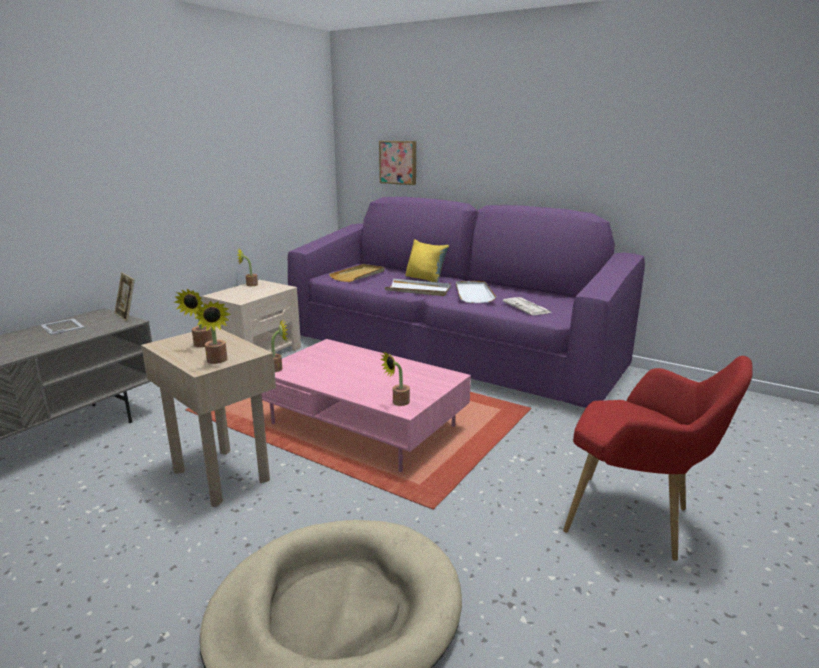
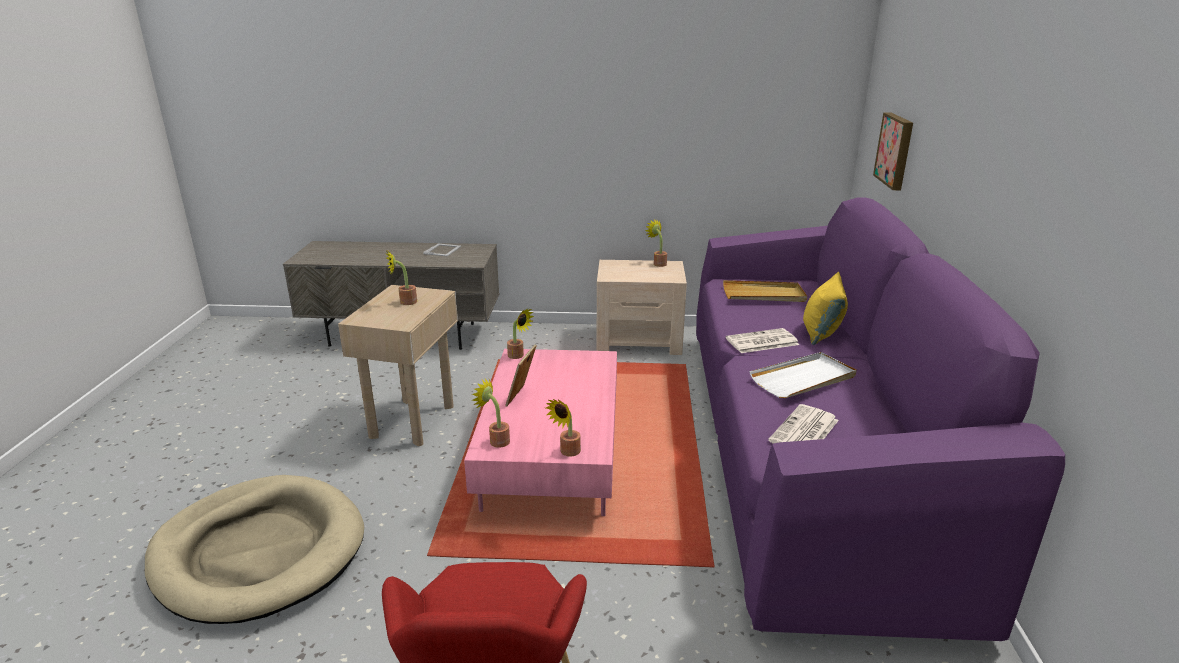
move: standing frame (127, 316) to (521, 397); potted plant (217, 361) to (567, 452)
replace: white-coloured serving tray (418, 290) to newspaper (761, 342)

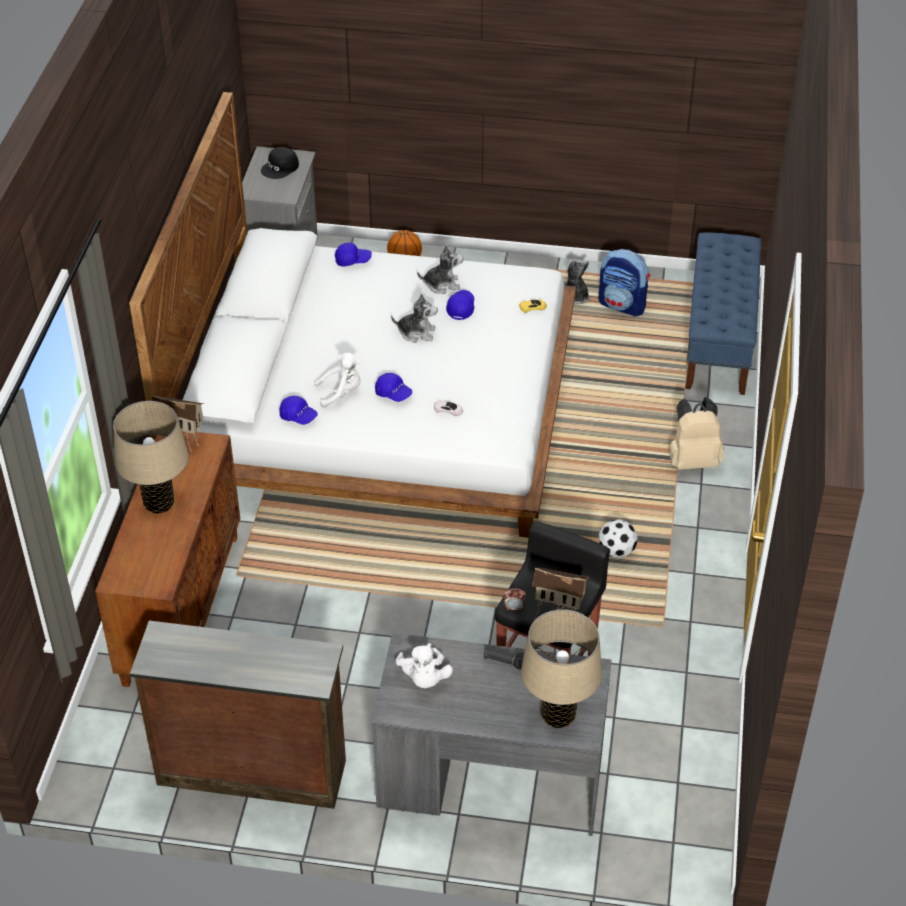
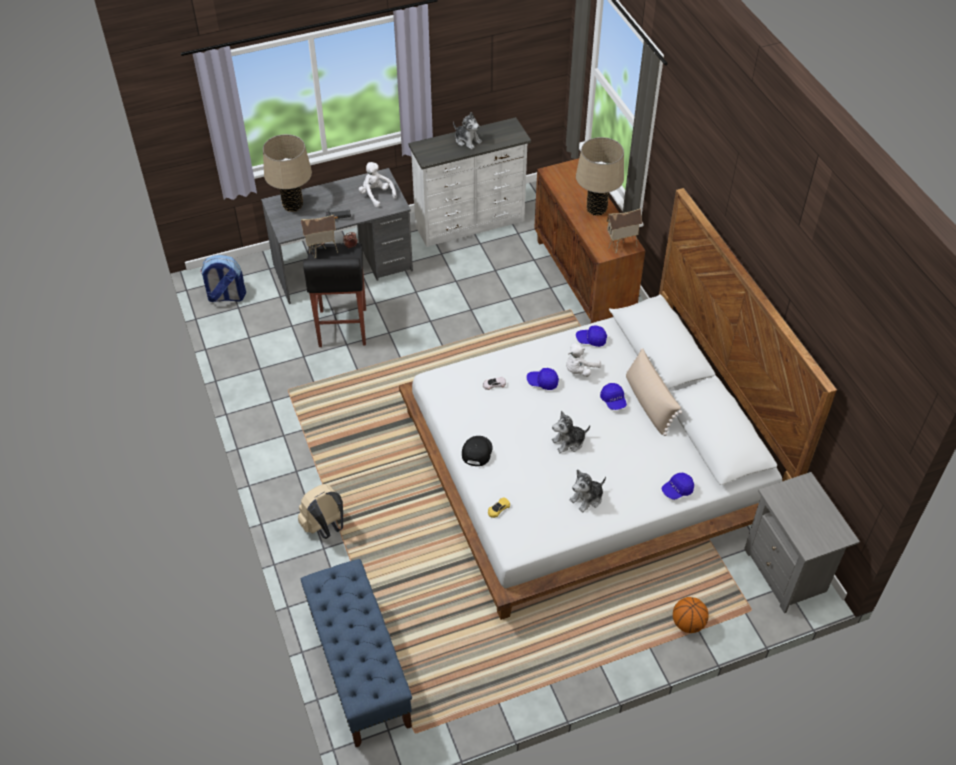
delete: football (616, 551)
insert: sand-coloured pillow (649, 403)
move: black cap (280, 168) to (476, 451); bluish cap (461, 308) to (613, 401); cuddly toy (575, 297) to (467, 140); rucksack (622, 305) to (226, 297)
recolor: brown-coloured chest of drawers (251, 770) to white-coloured chest of drawers (471, 224)

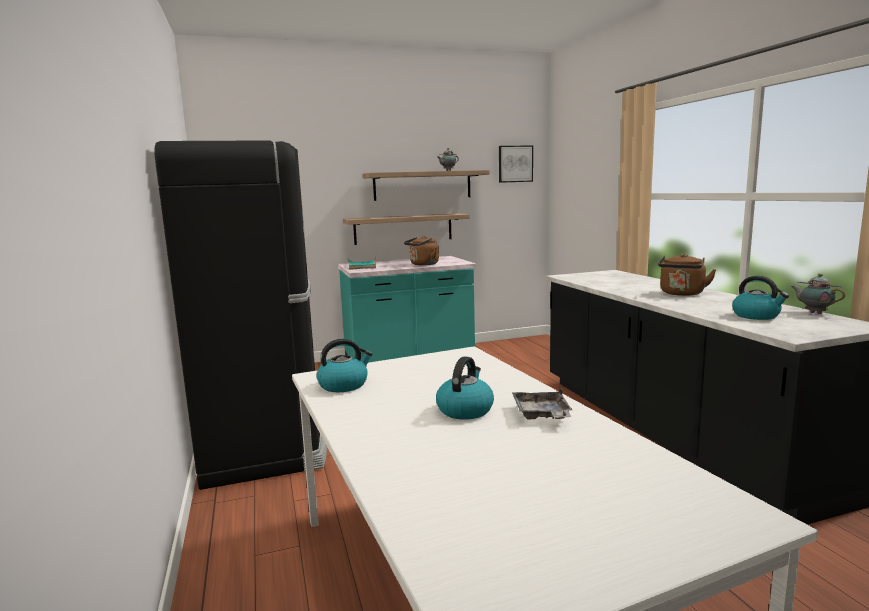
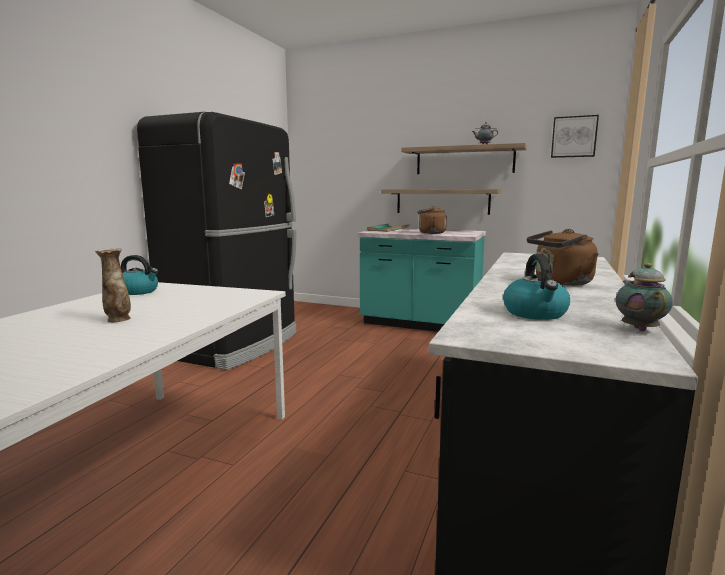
delete: gray serving tray (542, 415)
replace: kettle (465, 410) to flower vase (118, 319)

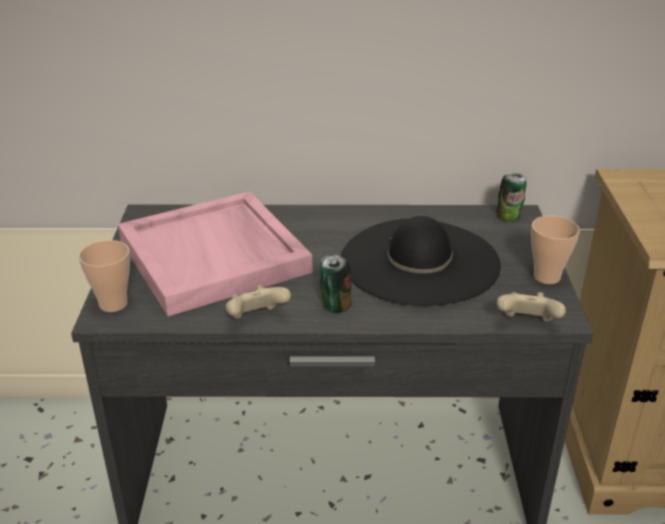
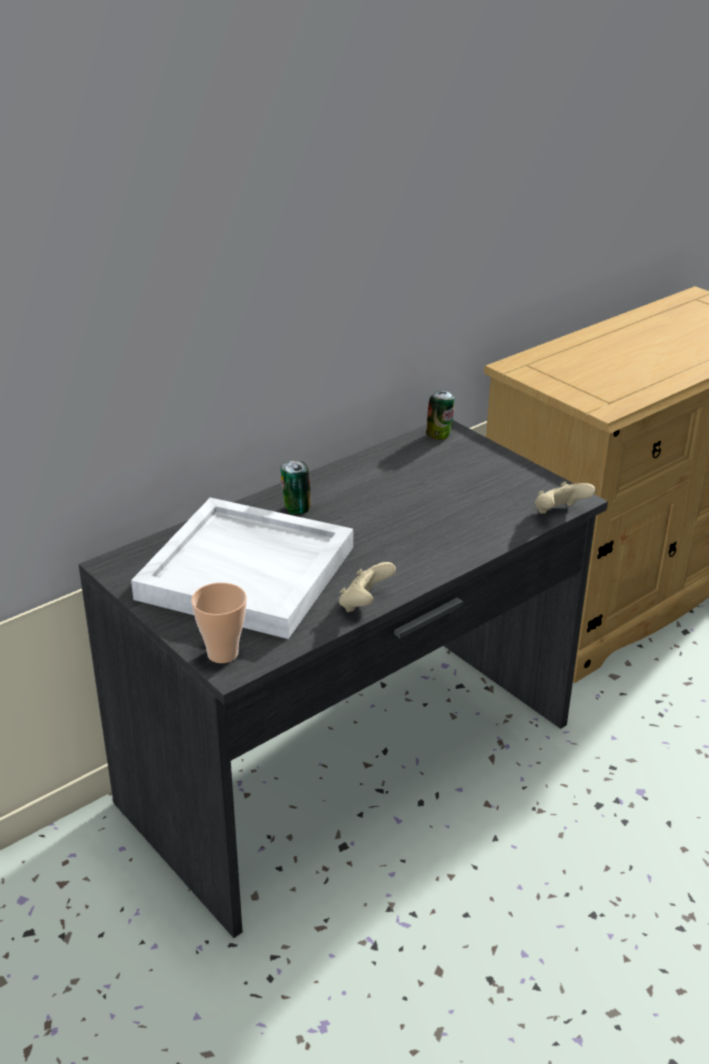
delete: black wearable hat (420, 261); small cup (546, 277)
move: sealed can (334, 305) to (296, 509)
recolor: pink serving tray (215, 256) to white-coloured serving tray (249, 572)

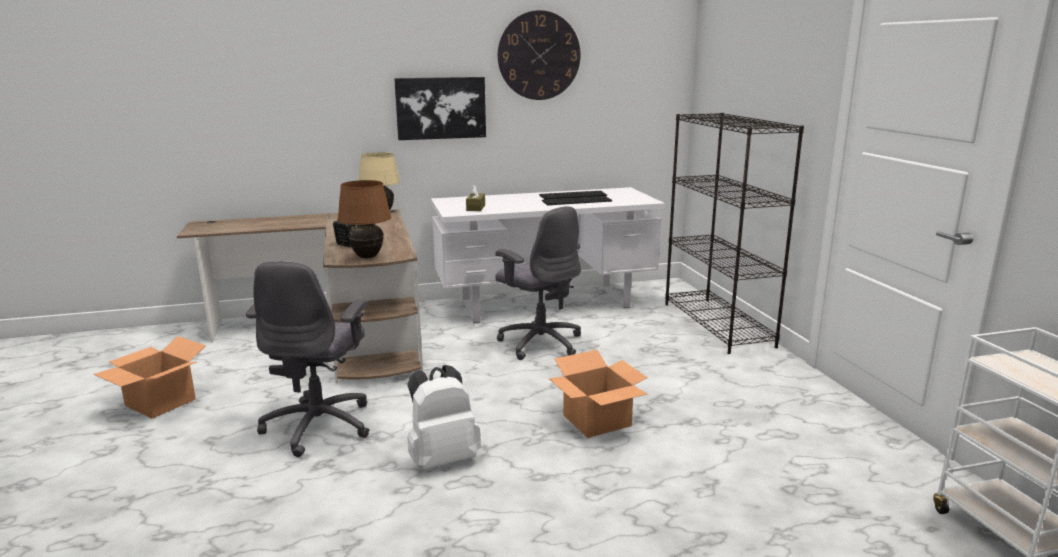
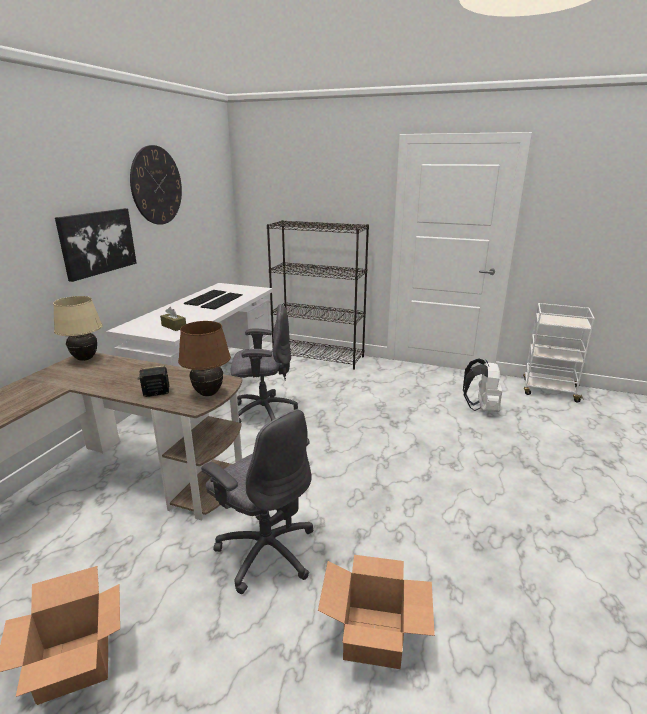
move: white-coloured rucksack (442, 459) to (481, 408); packing box (597, 420) to (372, 635)

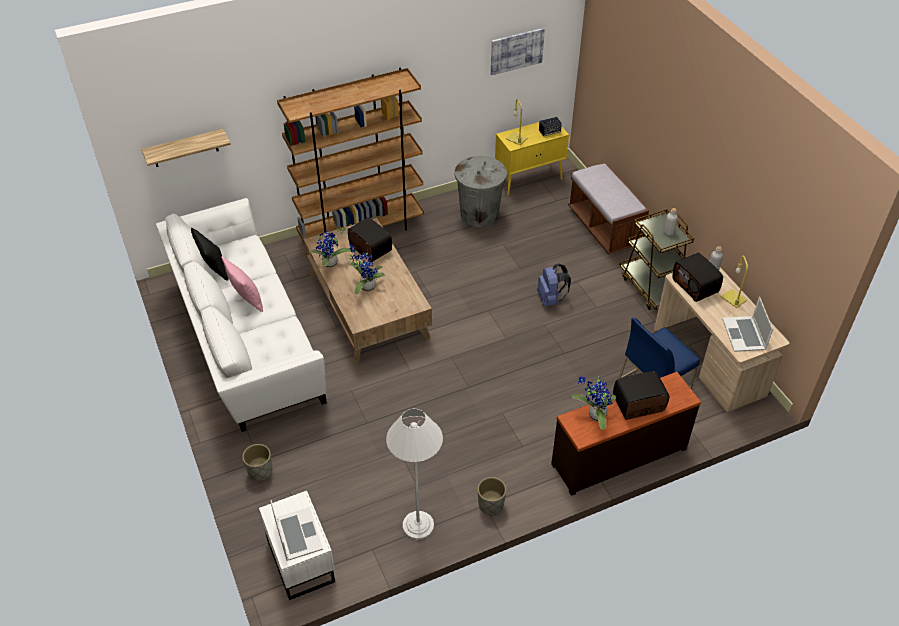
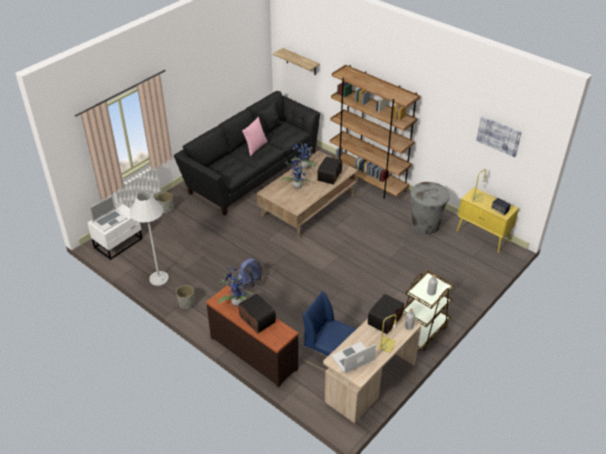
delete: brown-coloured bench (604, 227)
move: bluish rucksack (550, 299) to (251, 283)
recolor: white-coloured settee (245, 339) to black settee (251, 171)

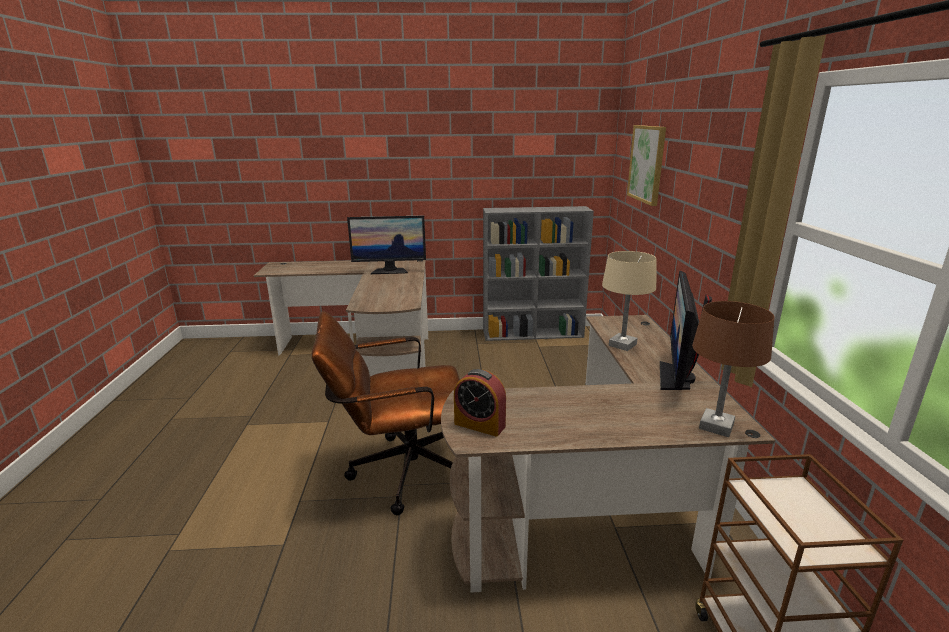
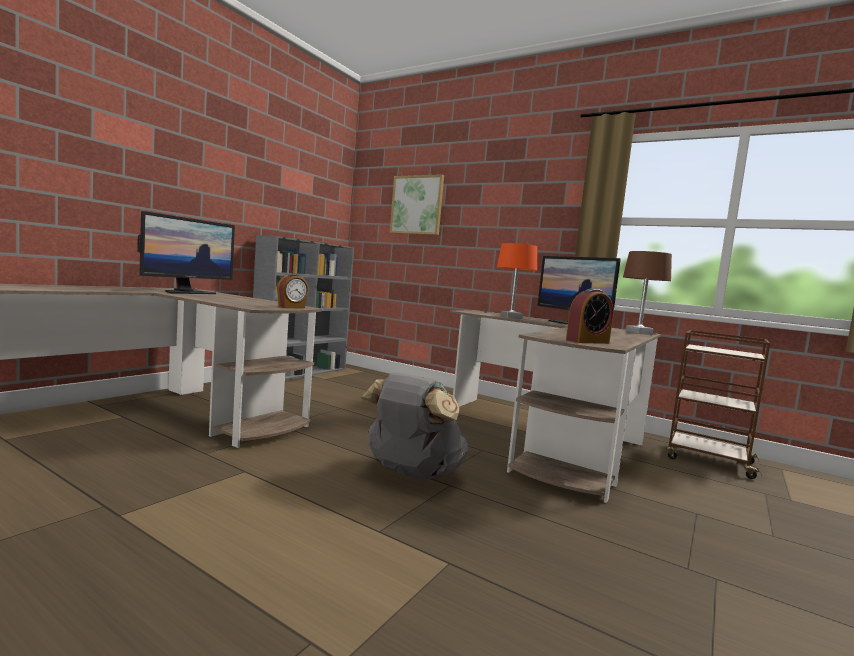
insert: alarm clock (292, 307)
replace: brown-coloured desk chair (400, 472) to gray rucksack (411, 473)
recolor: sand-coloured tabletop lamp (622, 345) to orangey tabletop lamp (511, 317)

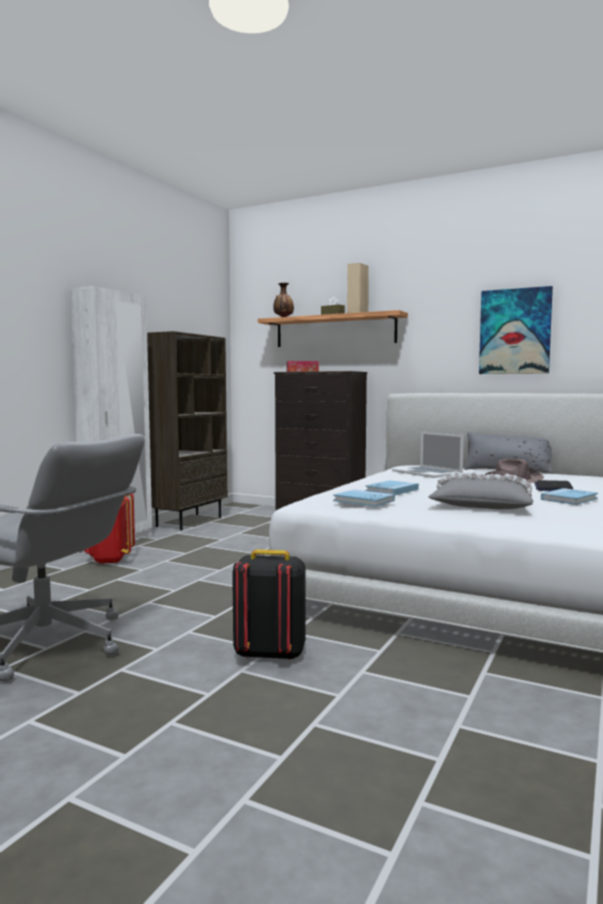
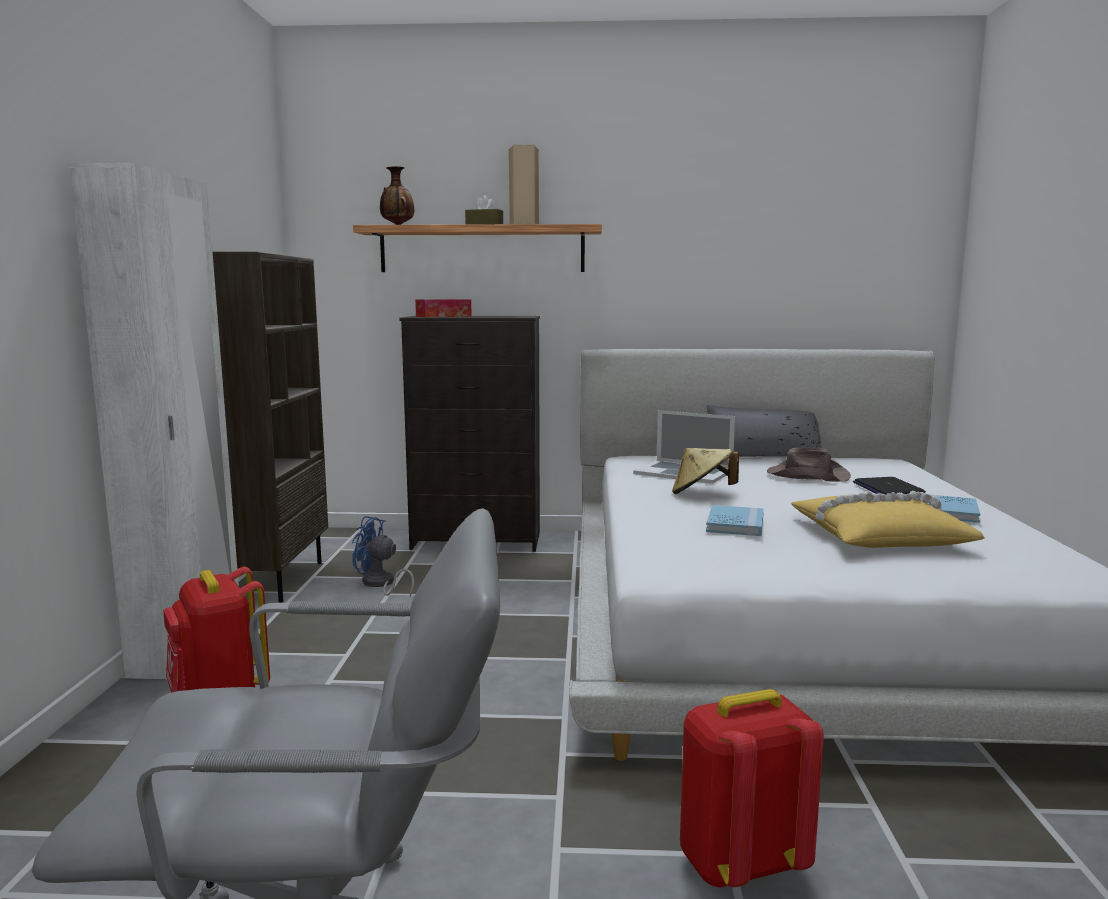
delete: bluish bound book (364, 501); wall picture (515, 331)
insert: bluish fan (380, 584); sand-coloured wearable hat (702, 493)
recolor: black rucksack (269, 654) to reddish rucksack (740, 863); gray pillow (481, 504) to yellow pillow (878, 537)

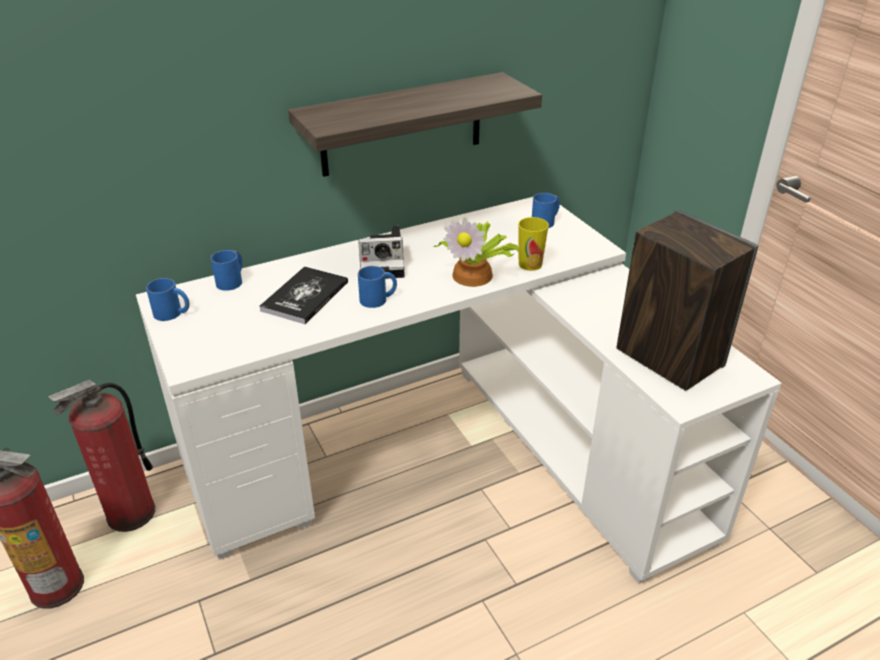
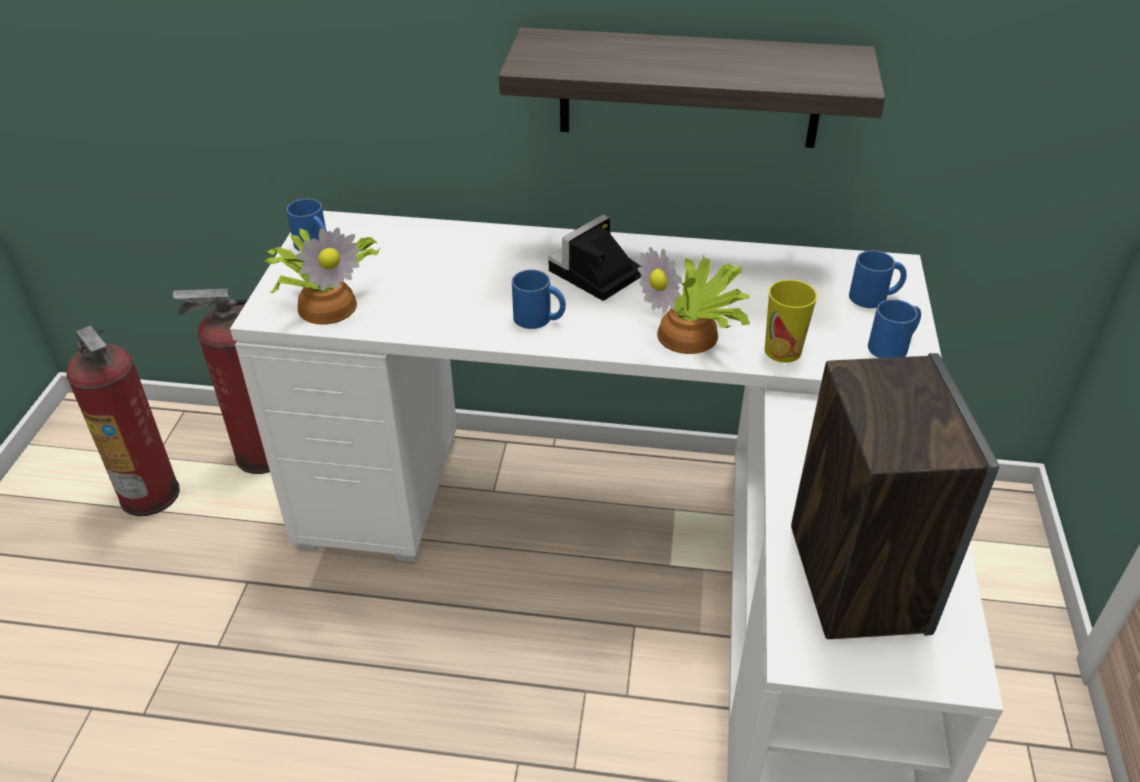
delete: bound book (305, 296)
insert: potted plant (328, 303)
move: bluish coffee mug (232, 280) to (893, 345)
rotate: still camera (384, 264) = (594, 275) 105 degrees clockwise

